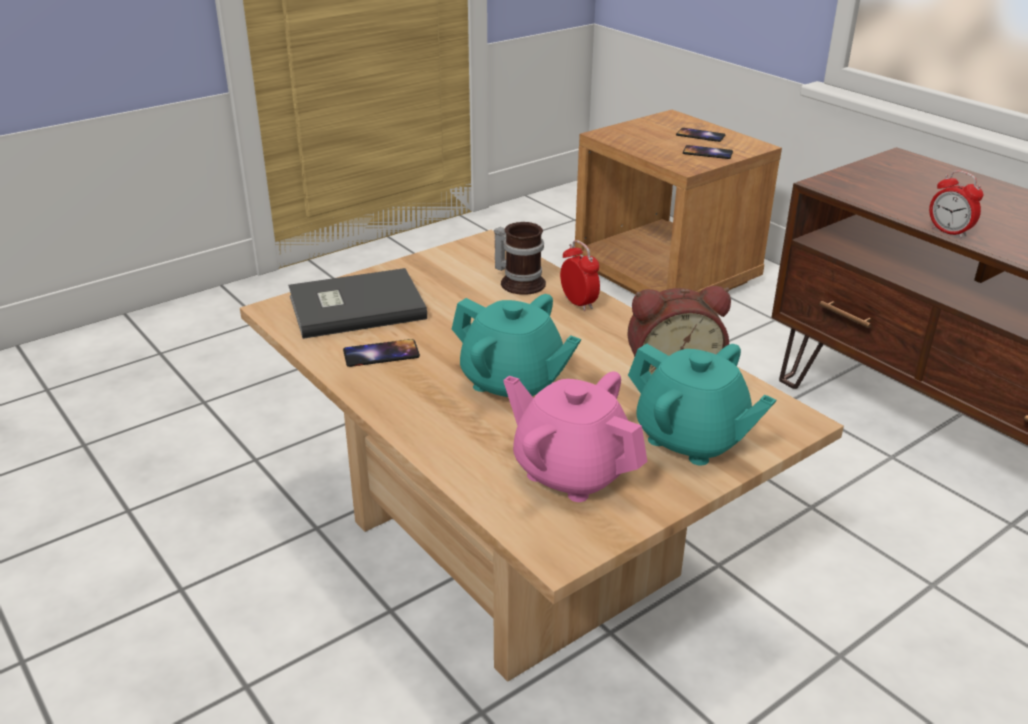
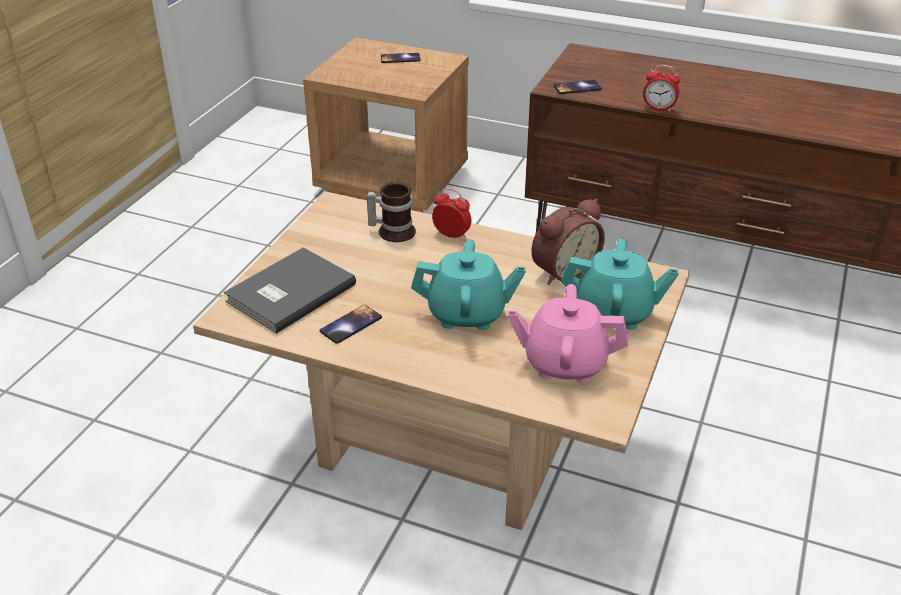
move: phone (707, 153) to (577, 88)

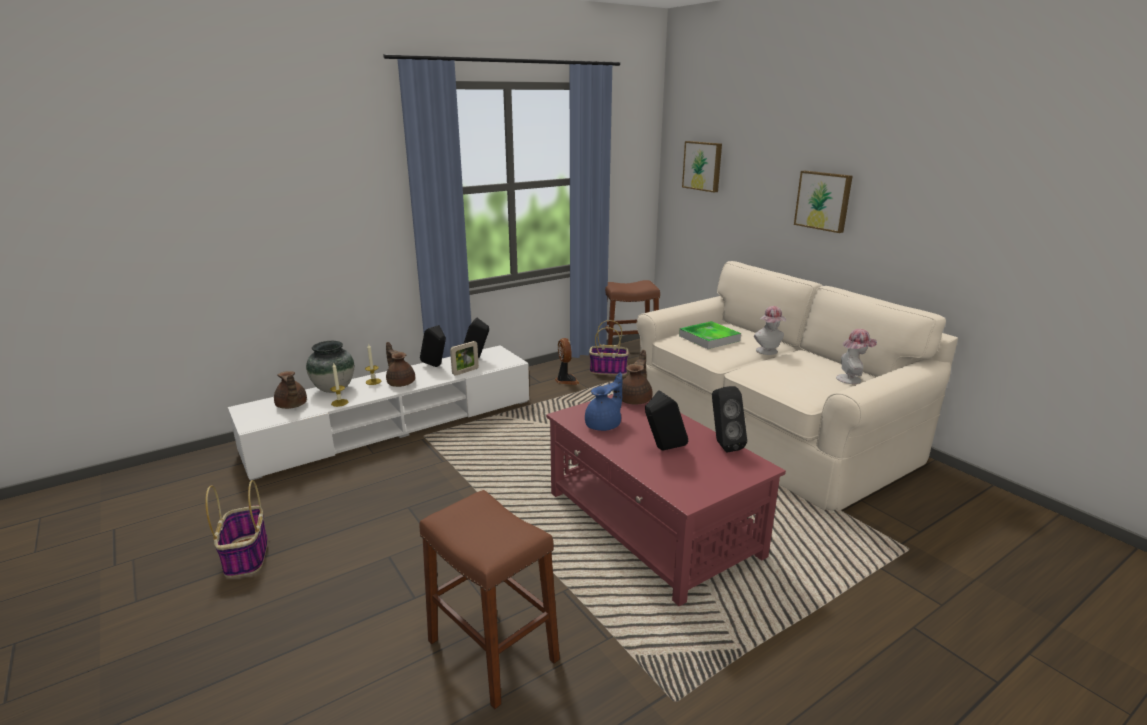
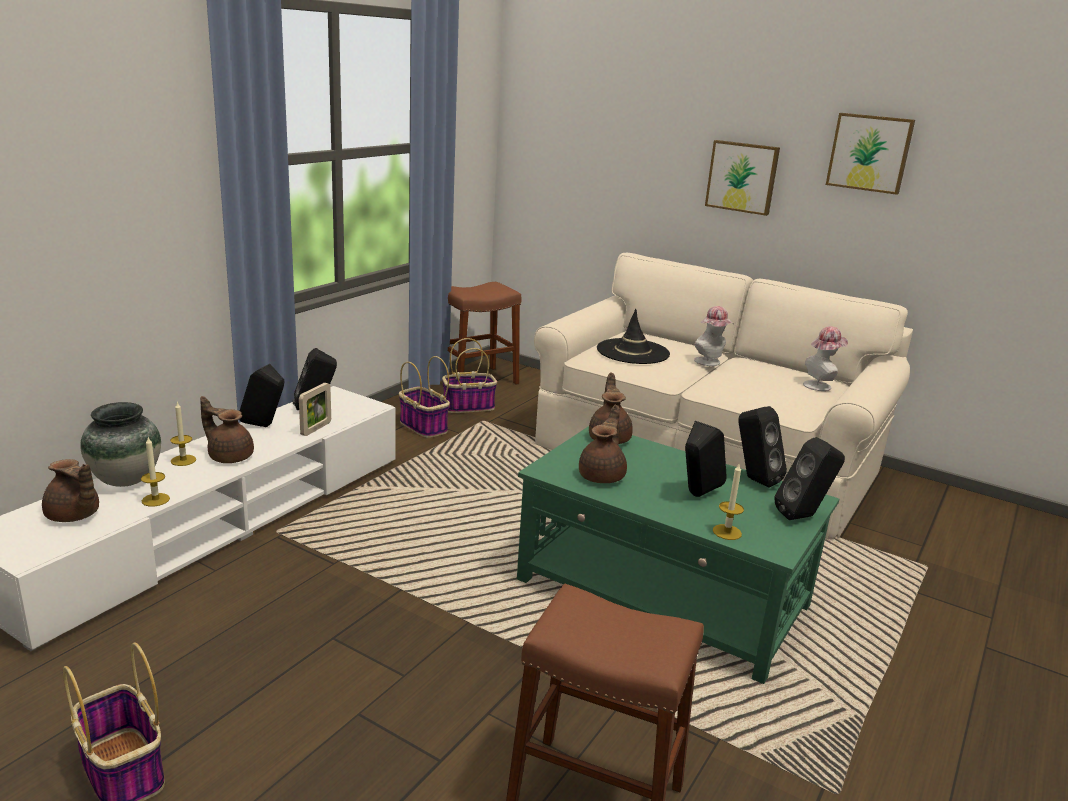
insert: candle (727, 532); black audio speaker (804, 516)
move: wall picture (703, 166) to (870, 153)
replace: fan (566, 380) to storage basket (422, 426); serving tray (709, 338) to black wearable hat (633, 352)
recolor: reddish lounge table (652, 524) to green-coloured lounge table (663, 594); bluish teapot (604, 425) to brown-coloured teapot (603, 475)

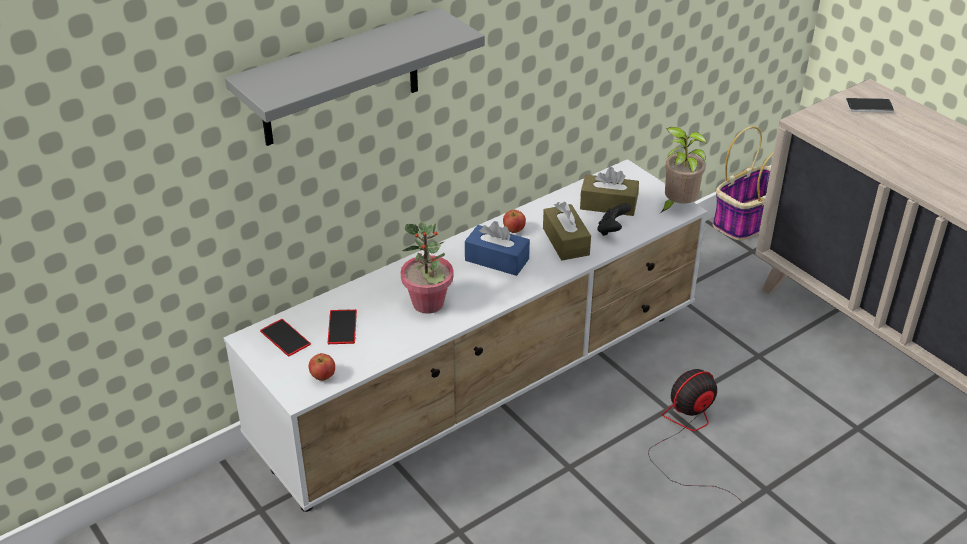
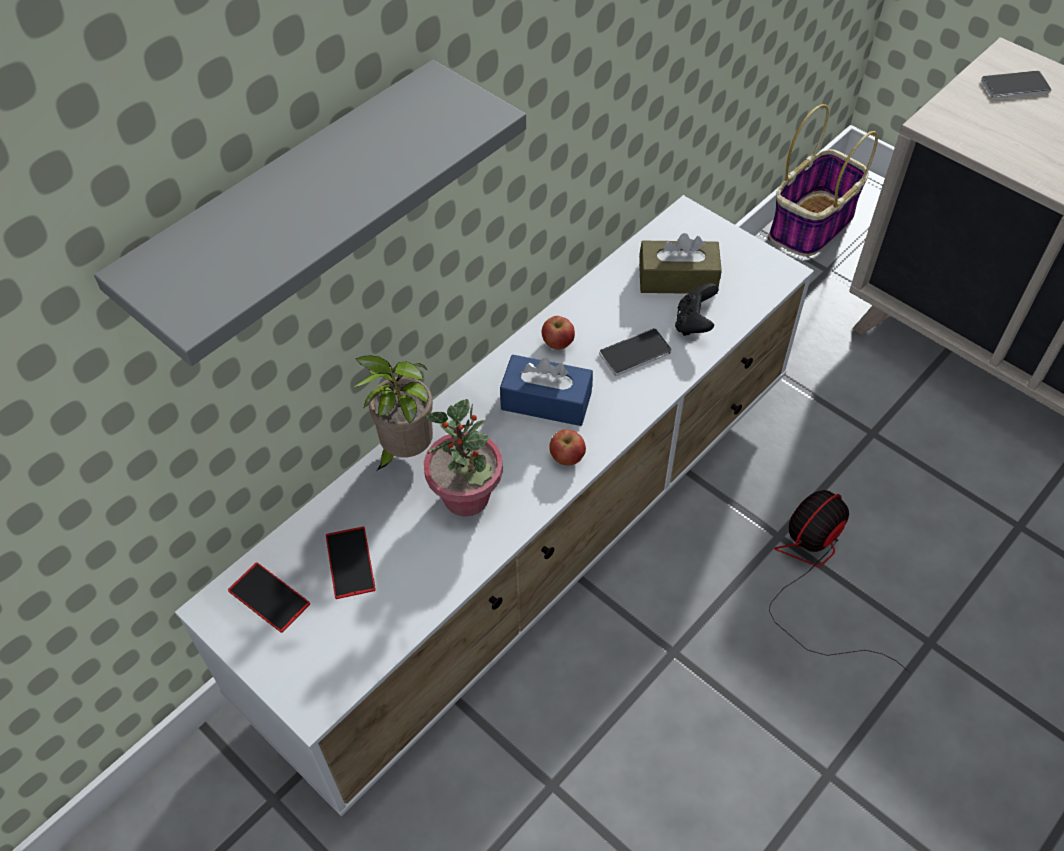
move: whole apple (323, 376) to (567, 457); potted plant (677, 206) to (404, 451)
replace: brown-coloured tissue box (565, 241) to phone (635, 353)

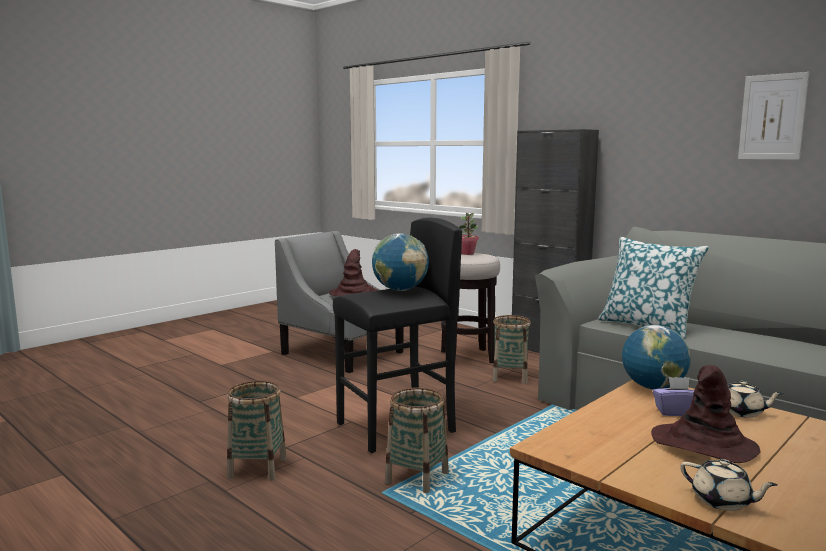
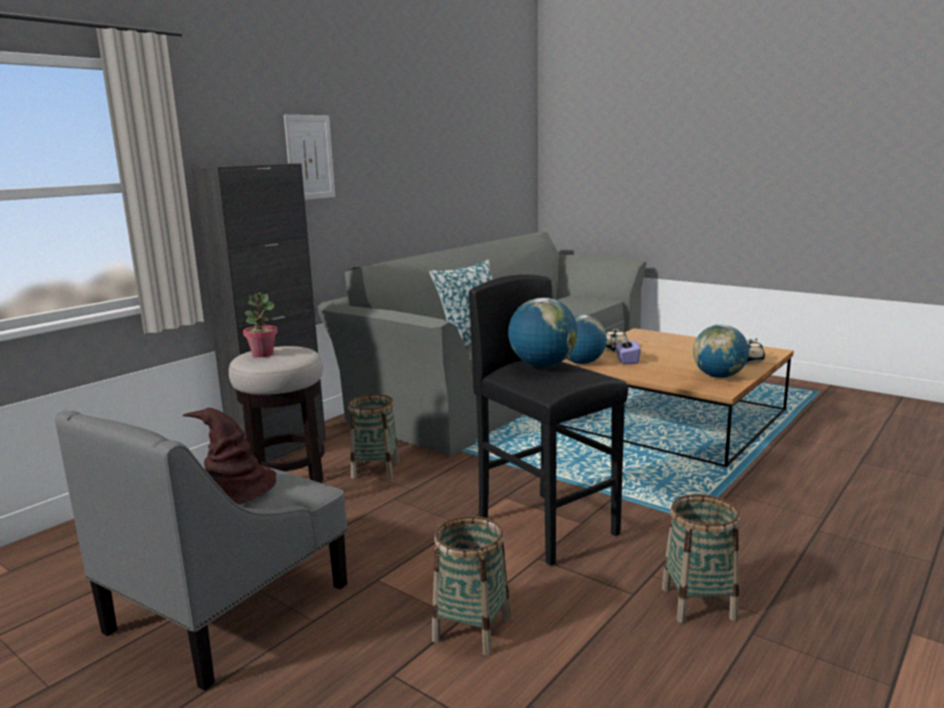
delete: brown-coloured wearable hat (703, 445)
insert: world globe (718, 376)
move: storage basket (417, 478) to (472, 630); wall picture (772, 117) to (310, 157)

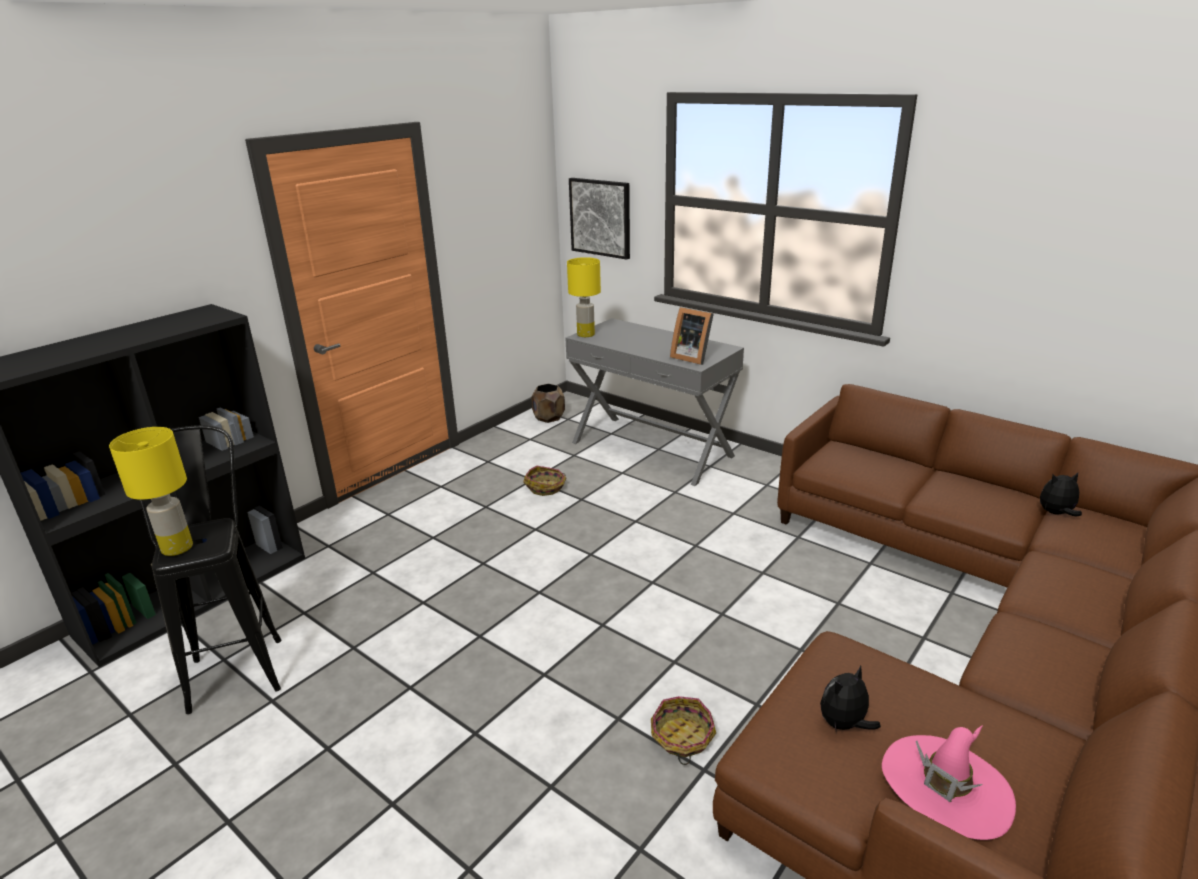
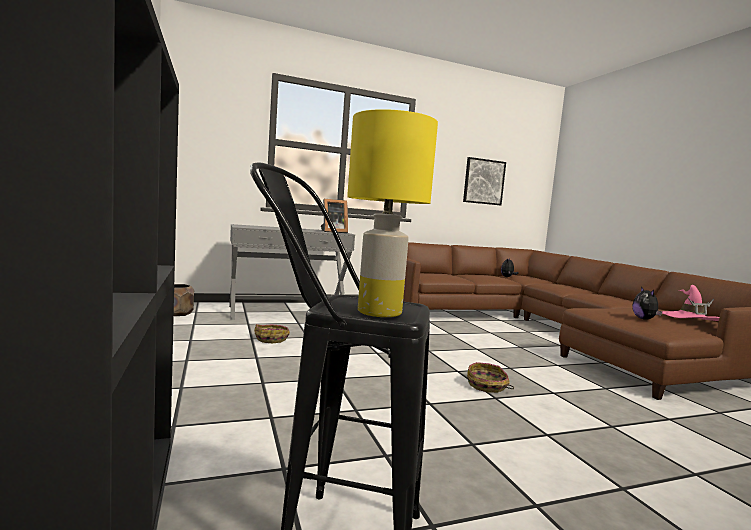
delete: yellow tabletop lamp (586, 334)
move: wall picture (600, 217) to (483, 181); storage basket (682, 737) to (487, 386)

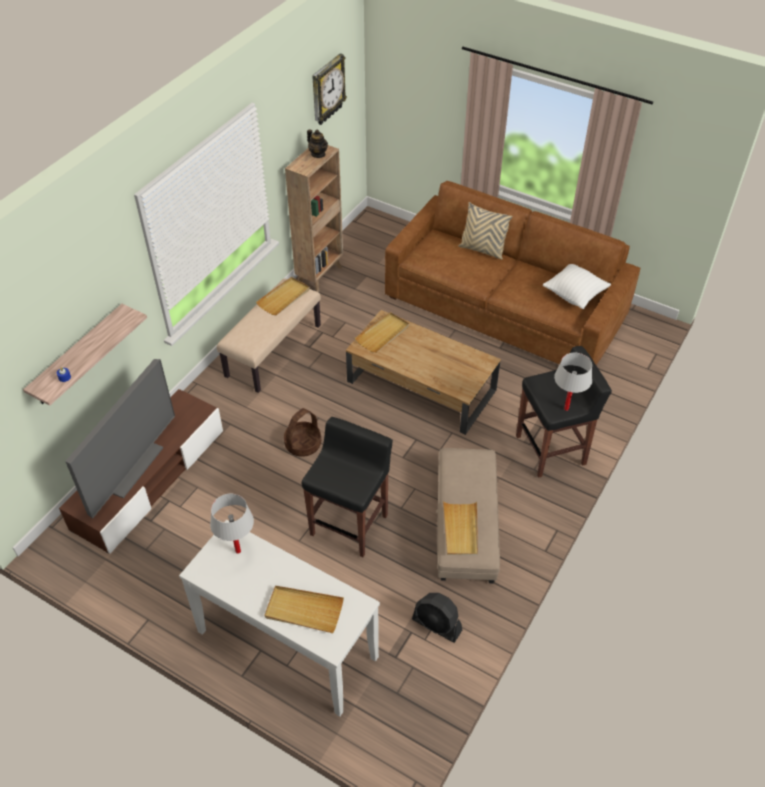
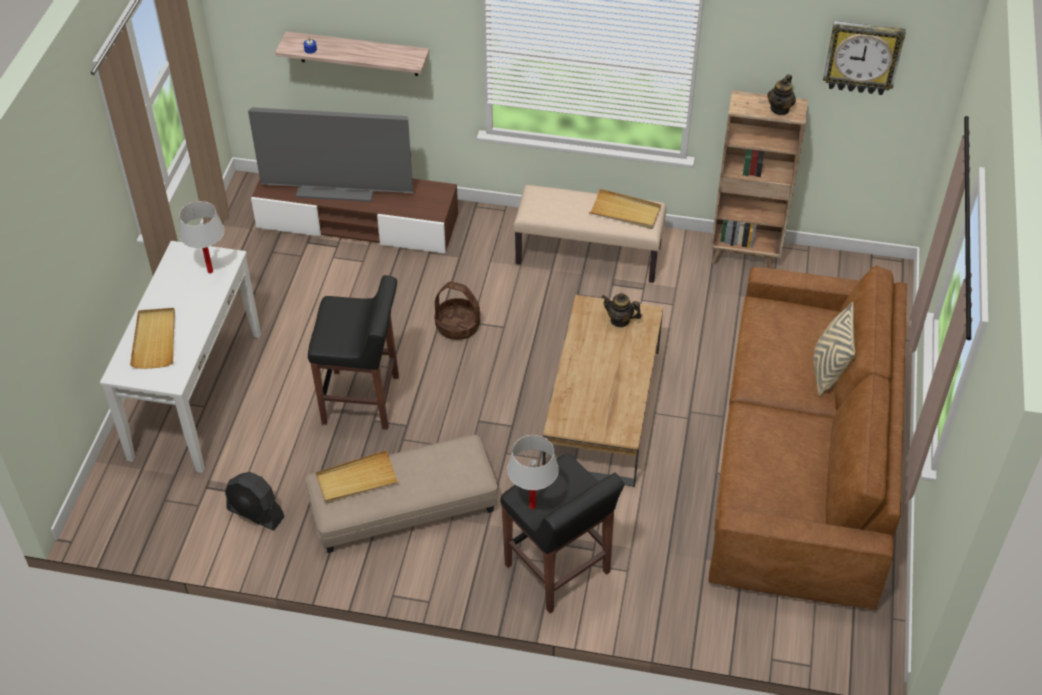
delete: white-coloured pillow (574, 295)
replace: sand-coloured serving tray (383, 334) to teapot (620, 320)
rotate: black fan (437, 625) = (255, 513) 75 degrees counterclockwise

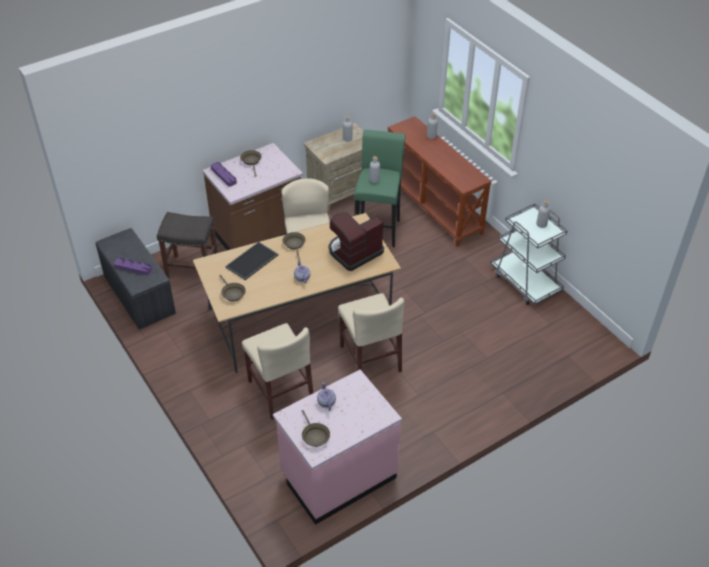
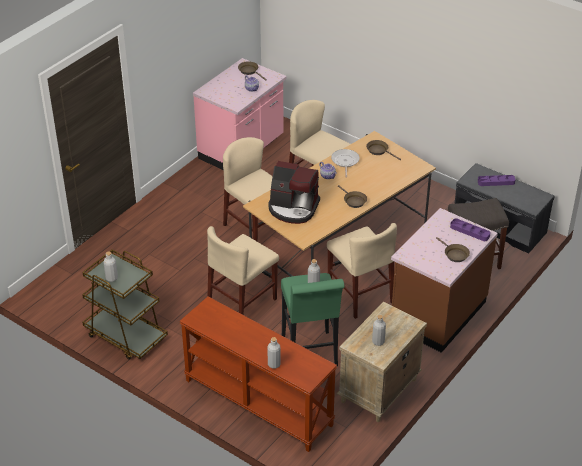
delete: serving tray (252, 261)
insert: sand-coloured plain chair (242, 302); pan (345, 162)
recolor: gray trolley (525, 281) to brown-coloured trolley (125, 336)
rotate: coffee maker (354, 252) = (293, 208) 75 degrees clockwise

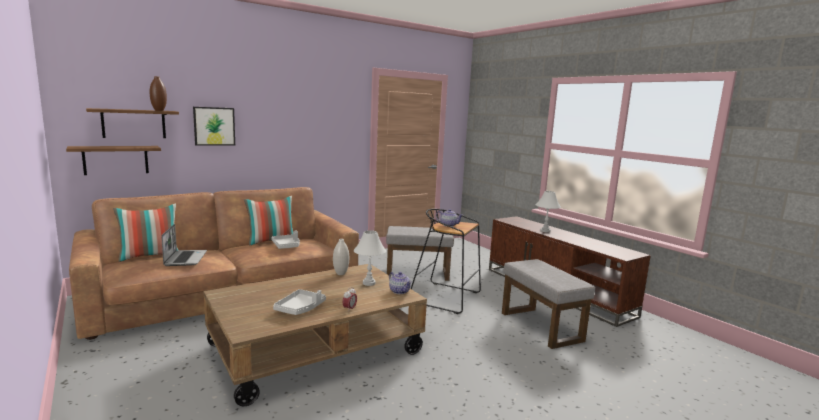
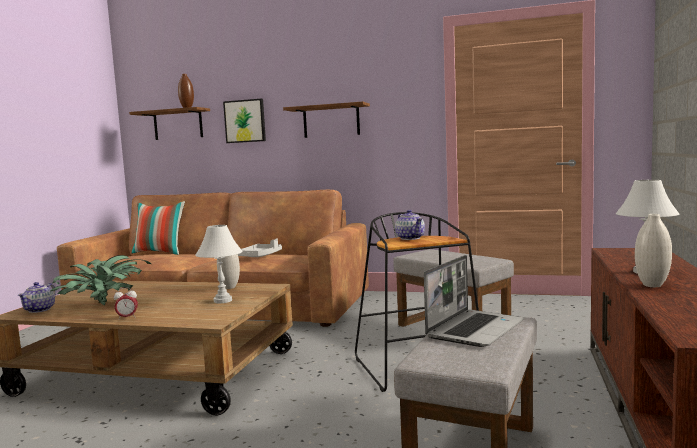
delete: pillow (271, 241)
insert: white-coloured flower vase (652, 285)
move: shelf (116, 160) to (331, 121); laptop (185, 258) to (475, 329); teapot (399, 291) to (40, 309)
replace: gray serving tray (300, 308) to potted plant (102, 307)

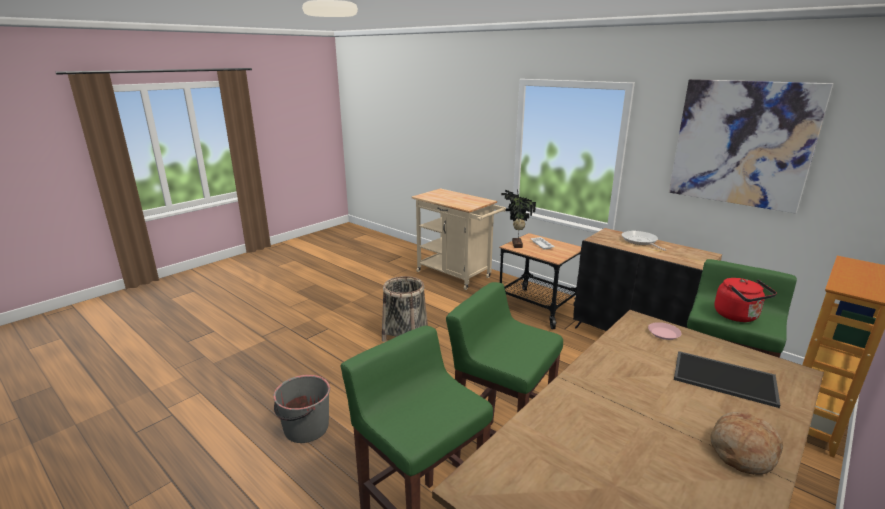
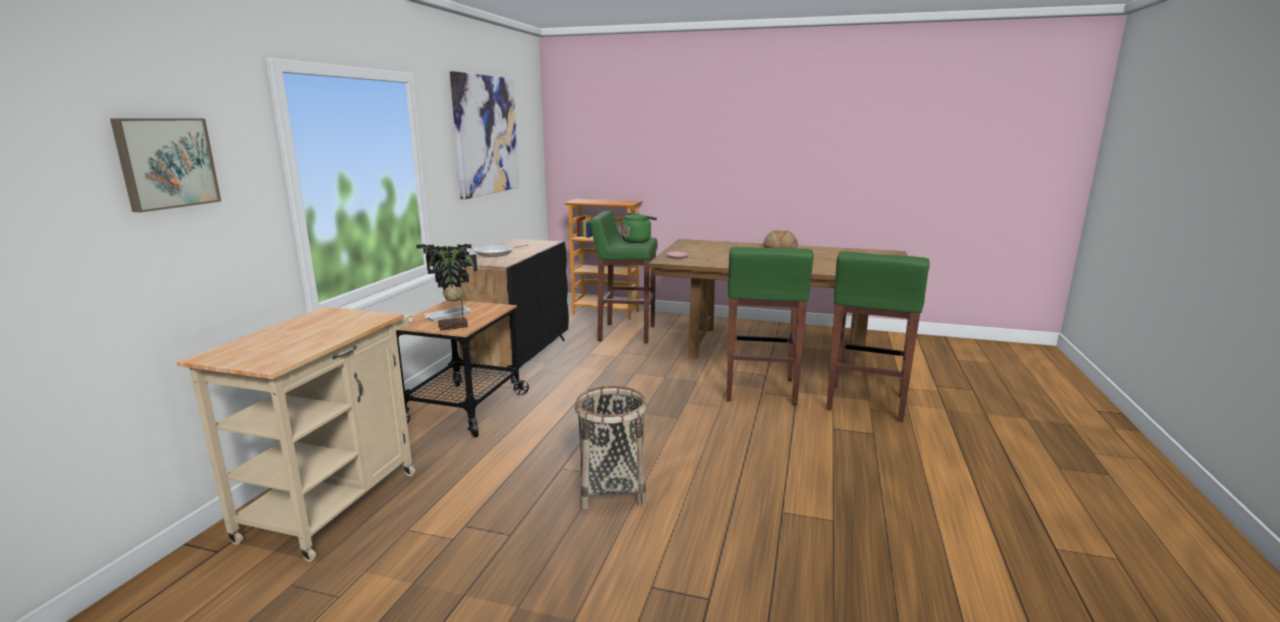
delete: gray bucket (306, 428); serving tray (725, 378)
insert: wall picture (166, 163)
recolor: reddish kettle (738, 316) to green-coloured kettle (637, 241)

